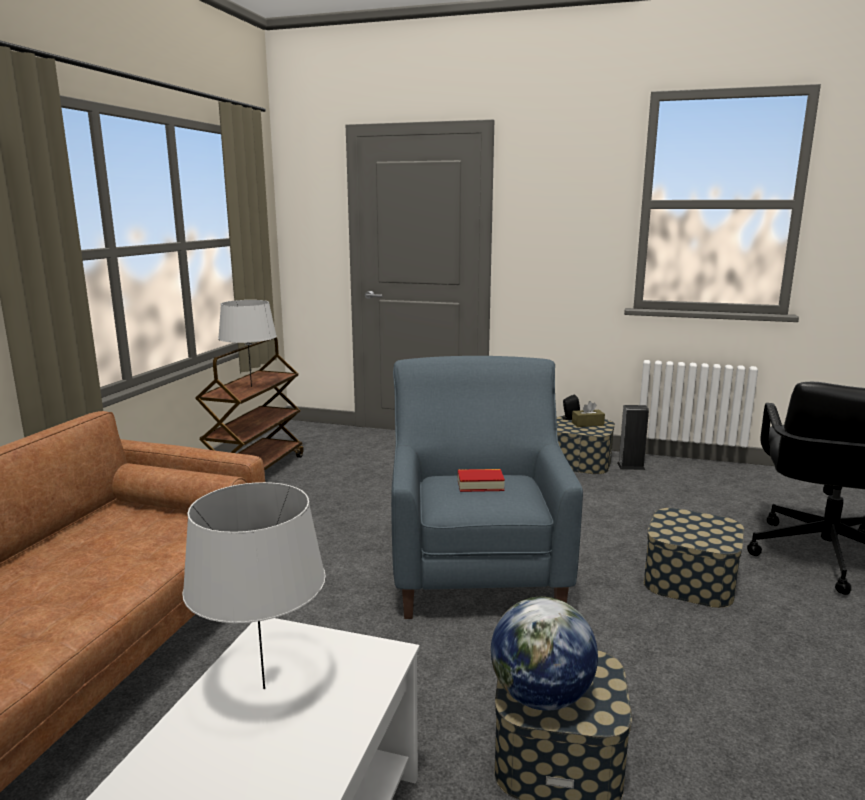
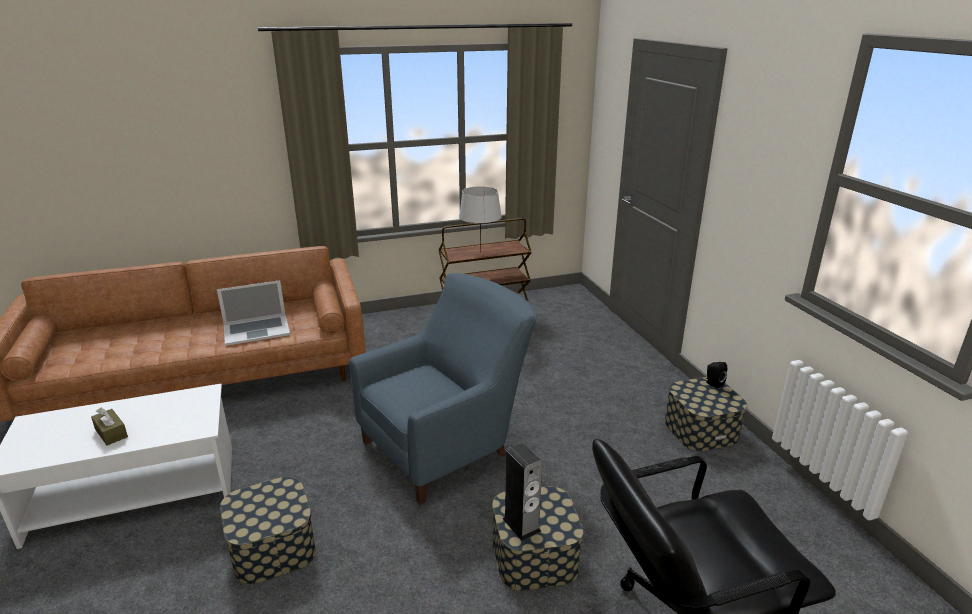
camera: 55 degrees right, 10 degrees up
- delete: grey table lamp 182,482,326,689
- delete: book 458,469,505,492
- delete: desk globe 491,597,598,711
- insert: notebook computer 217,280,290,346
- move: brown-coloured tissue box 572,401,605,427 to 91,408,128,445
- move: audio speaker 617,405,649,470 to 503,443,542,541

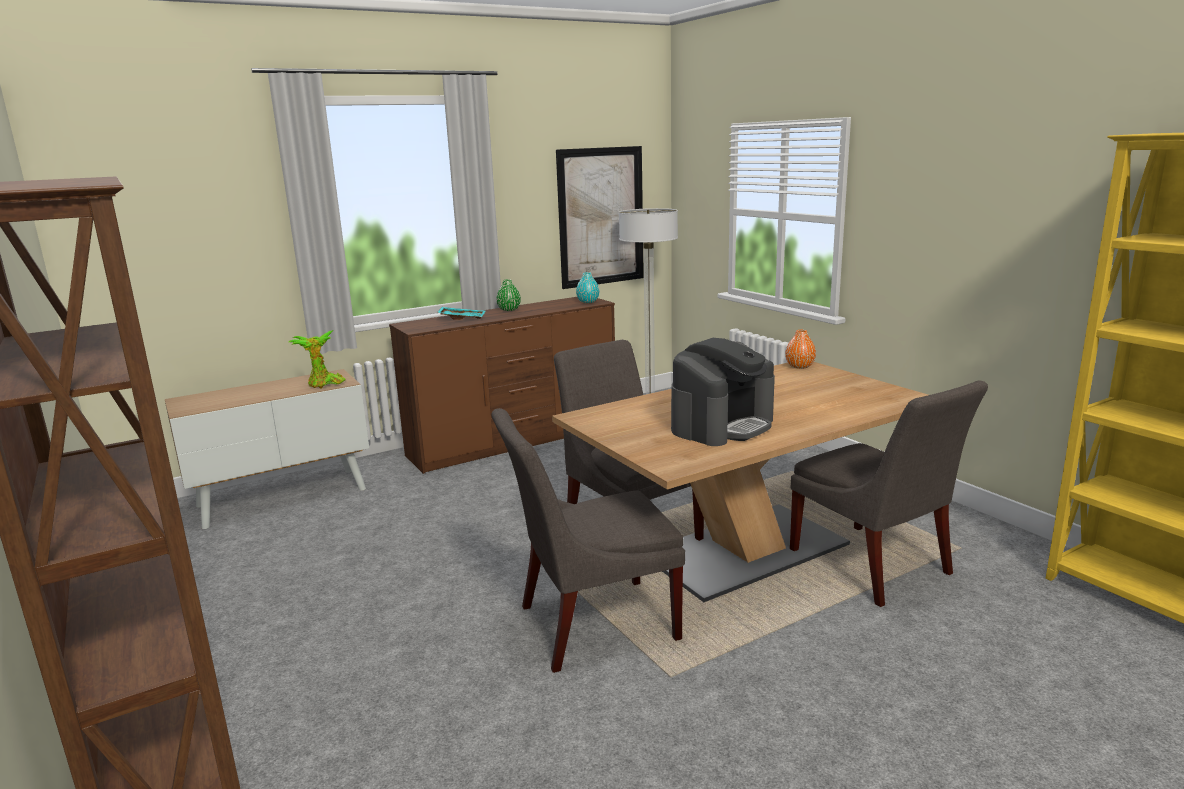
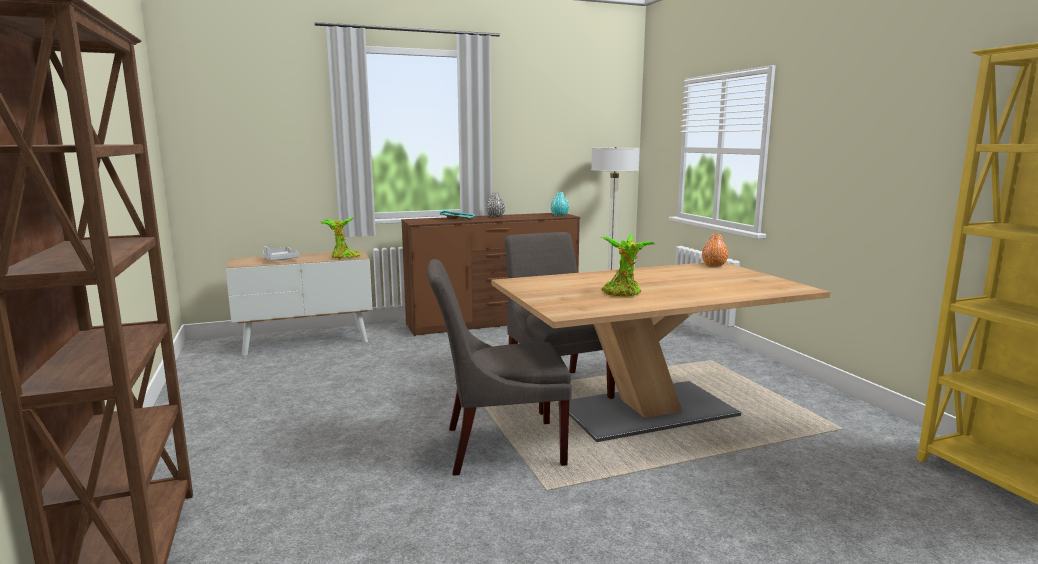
camera: 10 degrees right, 5 degrees down
- delete: wall art 556,146,644,289
- delete: grey upright chair 790,381,988,607
- insert: grey carrying tray 263,246,299,261
- replace: coffee brewer 671,338,775,446 to houseplant 600,234,655,296
- recolor: green-coloured flower vase 497,279,521,311 to grey flower vase 486,193,505,217

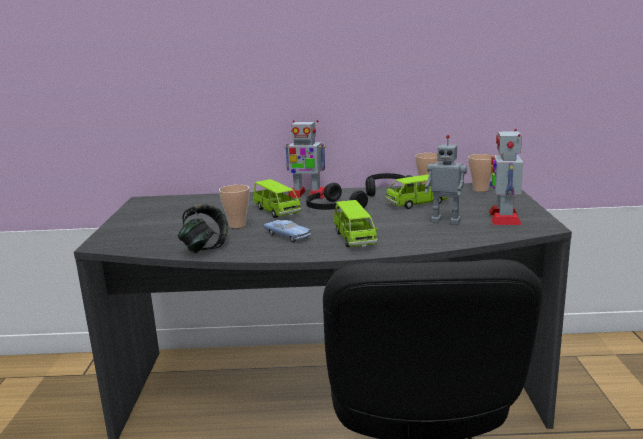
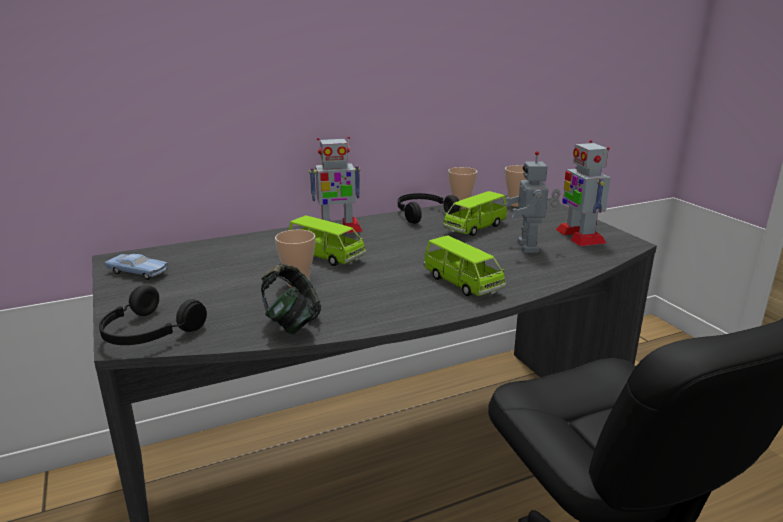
camera: 25 degrees left, 5 degrees up
- move: blue-coloured toy car 264,220,311,242 to 105,254,168,280
- move: blackish pair of headphones 306,183,368,210 to 99,285,207,345
- rotate: toy robot 425,135,467,225 = 505,151,561,253 90 degrees clockwise

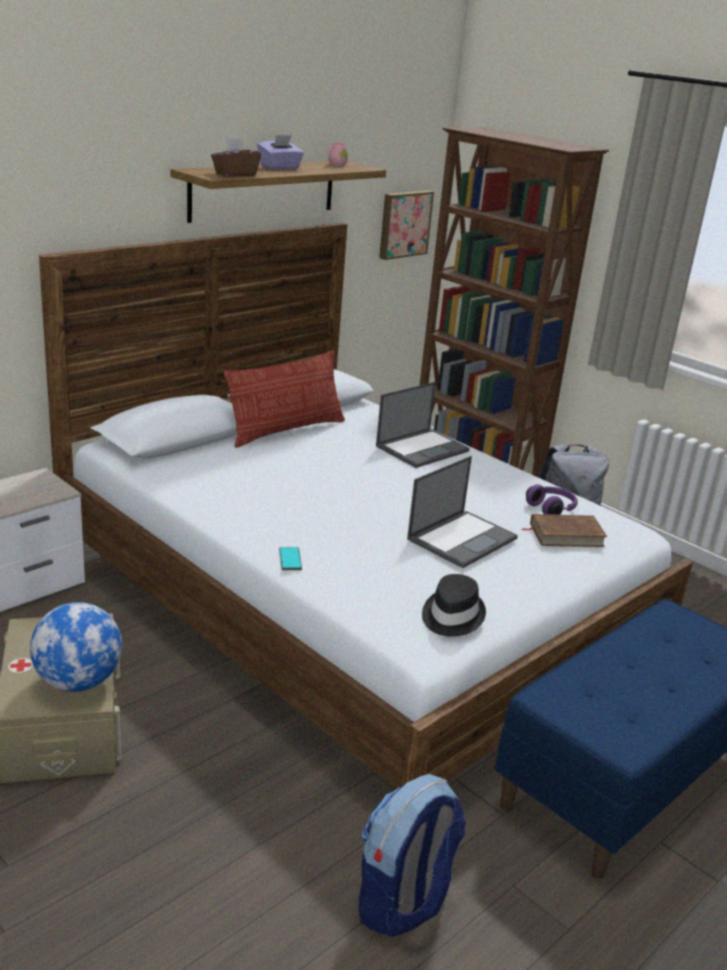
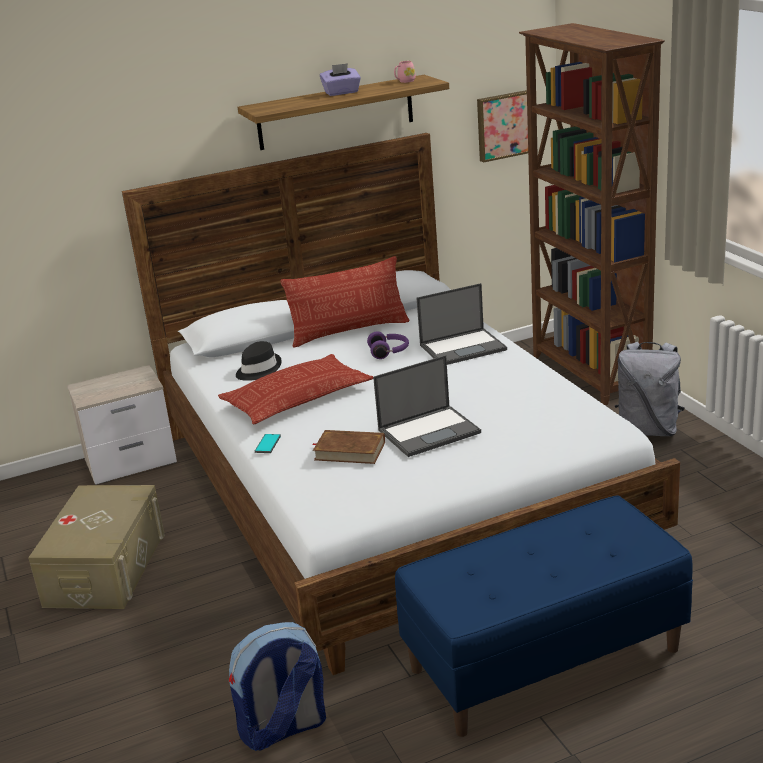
camera: 25 degrees right, 0 degrees up
- delete: desk globe 30,602,122,692
- delete: brown-coloured tissue box 211,138,261,177
- insert: cushion 218,354,373,424
- move: blackish clothing hat 422,574,486,637 to 236,341,282,381
- move: brown-coloured book 521,514,607,547 to 312,430,385,464
- move: purple-coloured pair of headphones 526,484,578,515 to 367,331,409,359

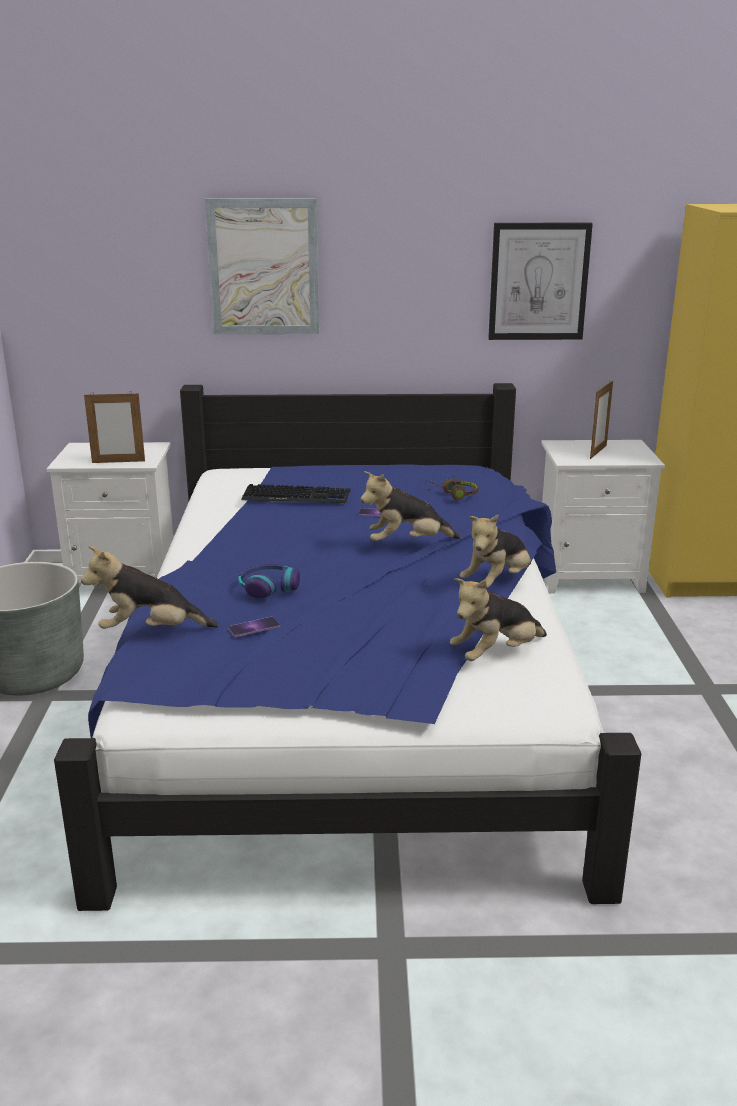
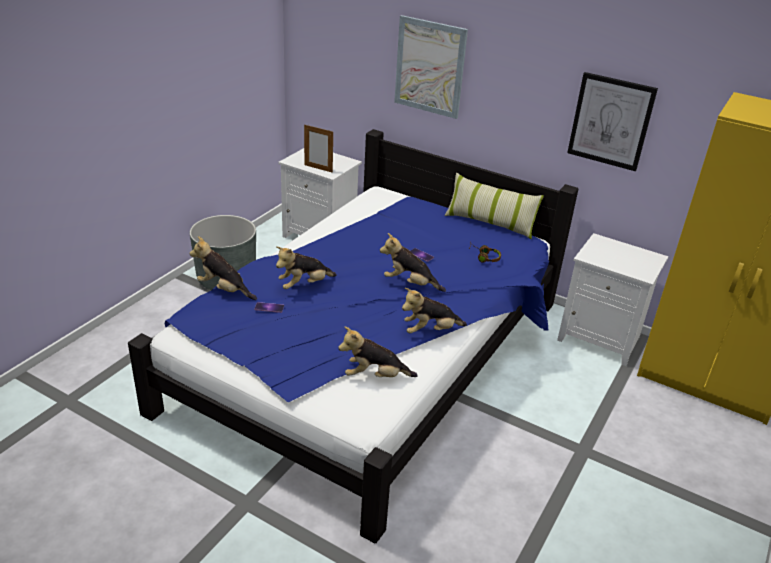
camera: 30 degrees right, 10 degrees up
- delete: computer keyboard 241,484,350,503
- delete: standing frame 590,380,613,459
- insert: cushion 444,173,544,239
- replace: pair of headphones 238,564,300,598 to cuddly toy 276,246,337,289

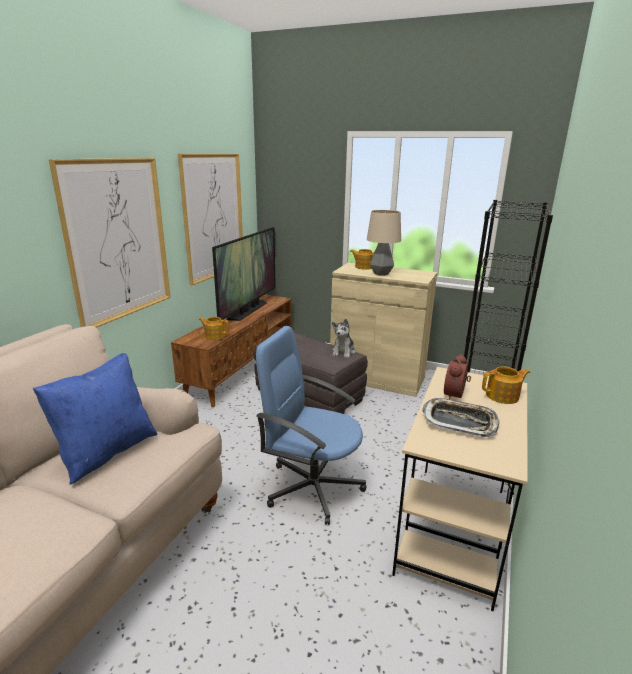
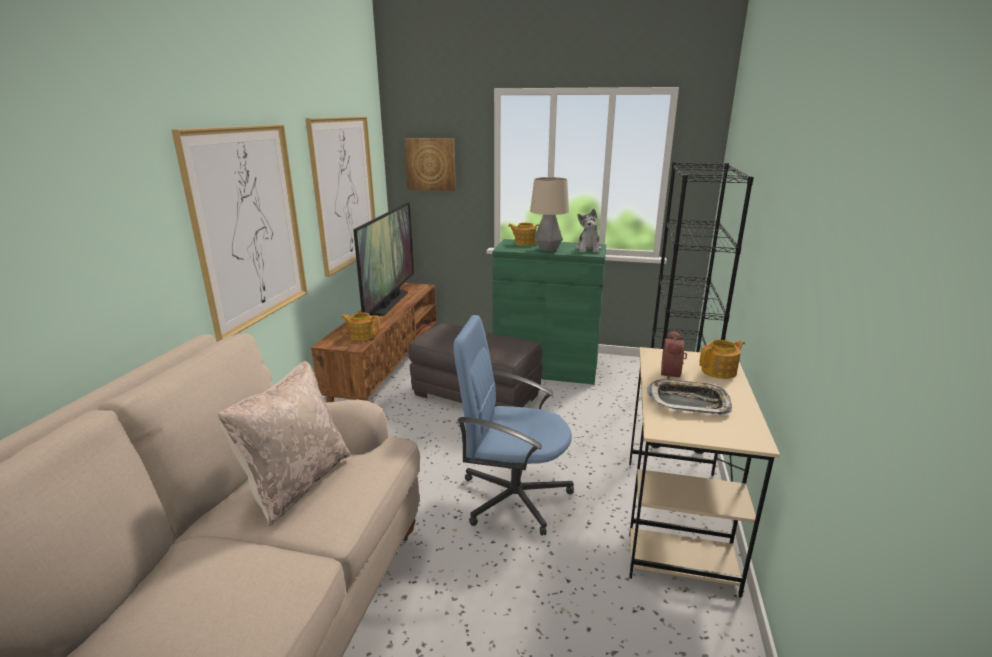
camera: 10 degrees left, 0 degrees up
- insert: wall art 404,138,456,191
- move: cuddly toy 332,319,355,358 to 576,209,602,253
- recolor: blue-coloured cushion 33,352,157,485 to beige-coloured cushion 217,361,351,526
- recolor: beige-coloured cabinet 330,263,437,397 to green-coloured cabinet 492,239,606,385

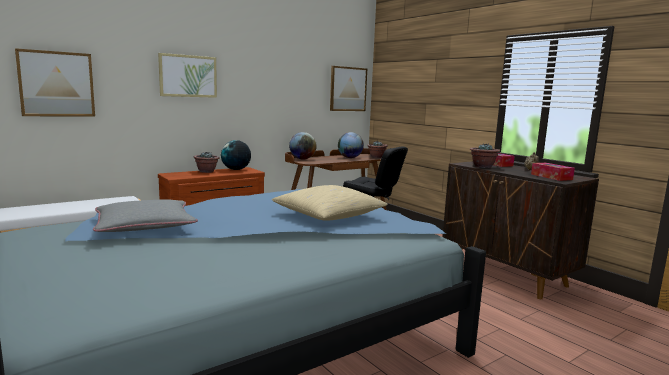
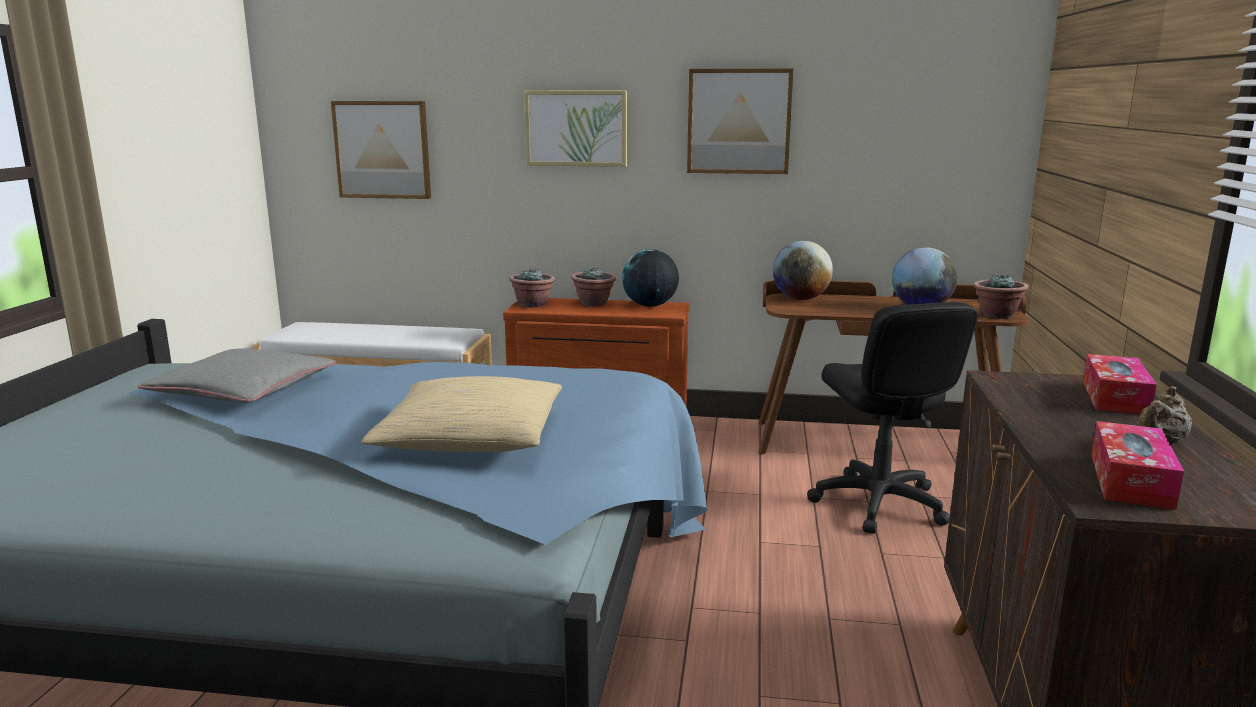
camera: 45 degrees right, 5 degrees up
- move: wall art 330,66,367,111 to 687,68,793,174
- move: houseplant 470,143,500,168 to 509,268,555,308

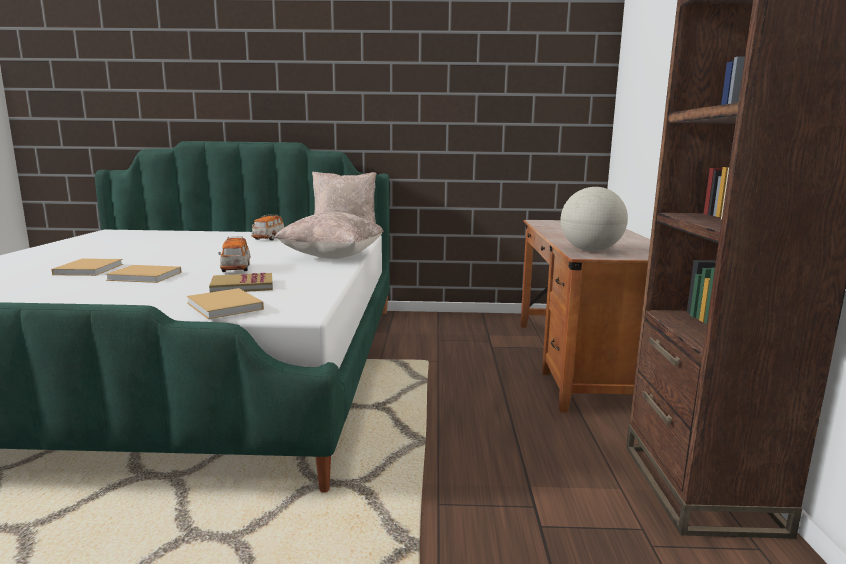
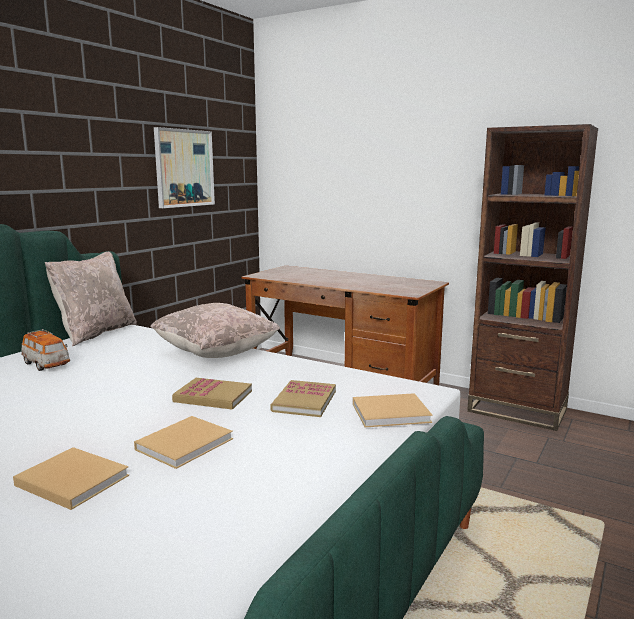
camera: 60 degrees left, 0 degrees up
- delete: desk globe 561,187,628,251
- insert: wall art 154,127,215,208
- replace: toy car 218,236,251,272 to book 172,378,252,410

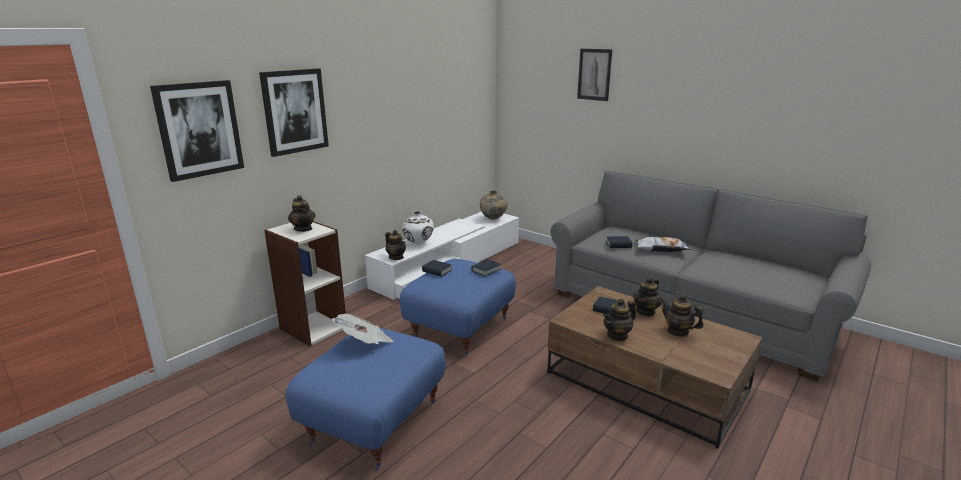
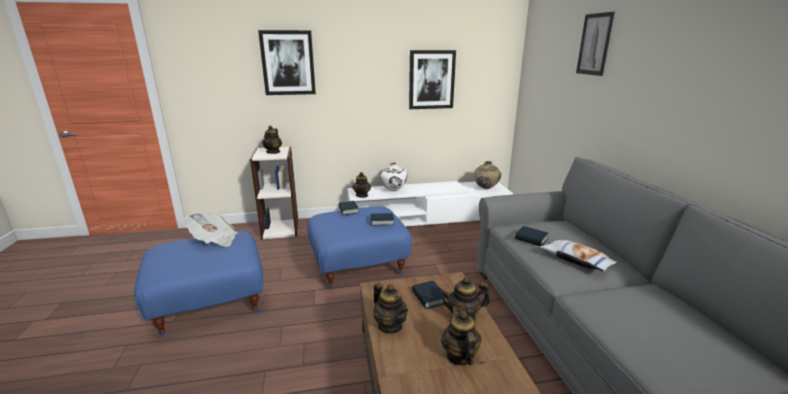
camera: 40 degrees right, 0 degrees up
- move: wall art 150,80,244,182 to 409,50,456,109
- rotate: tea pot 603,299,636,341 = 373,283,408,333 135 degrees counterclockwise

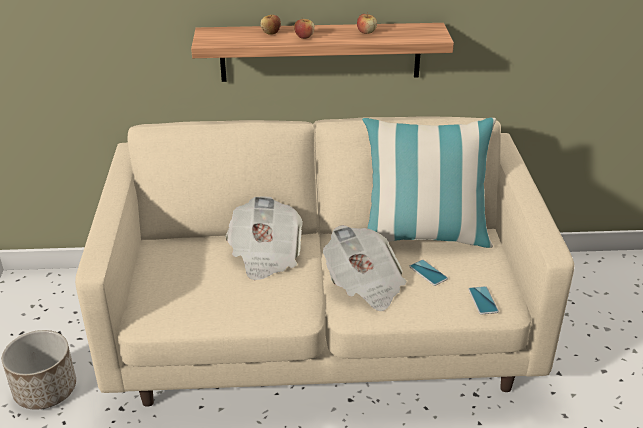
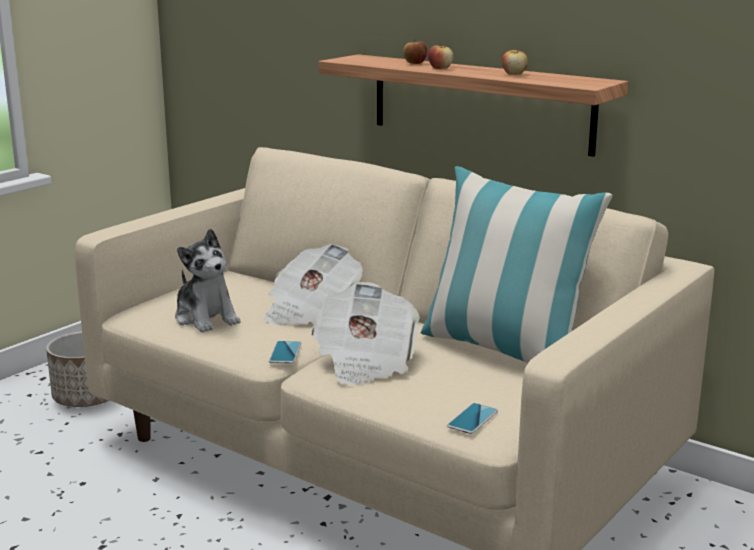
camera: 40 degrees right, 15 degrees down
- insert: cuddly toy 175,228,241,333
- move: handset 409,260,448,286 to 269,341,301,364

